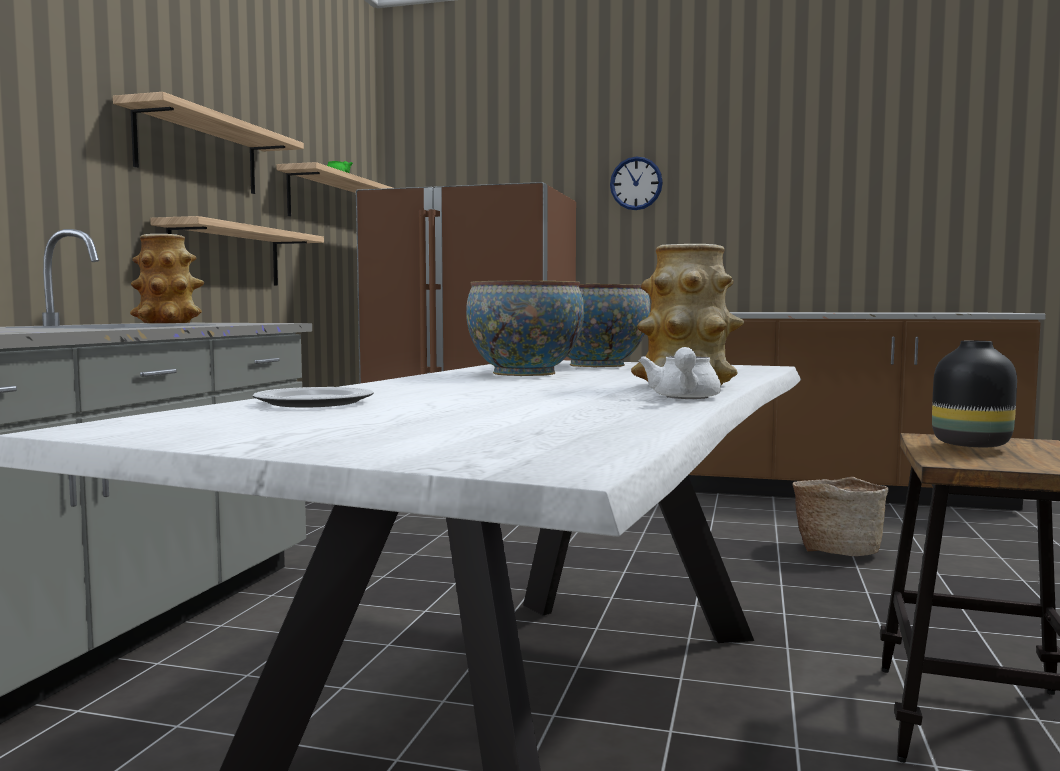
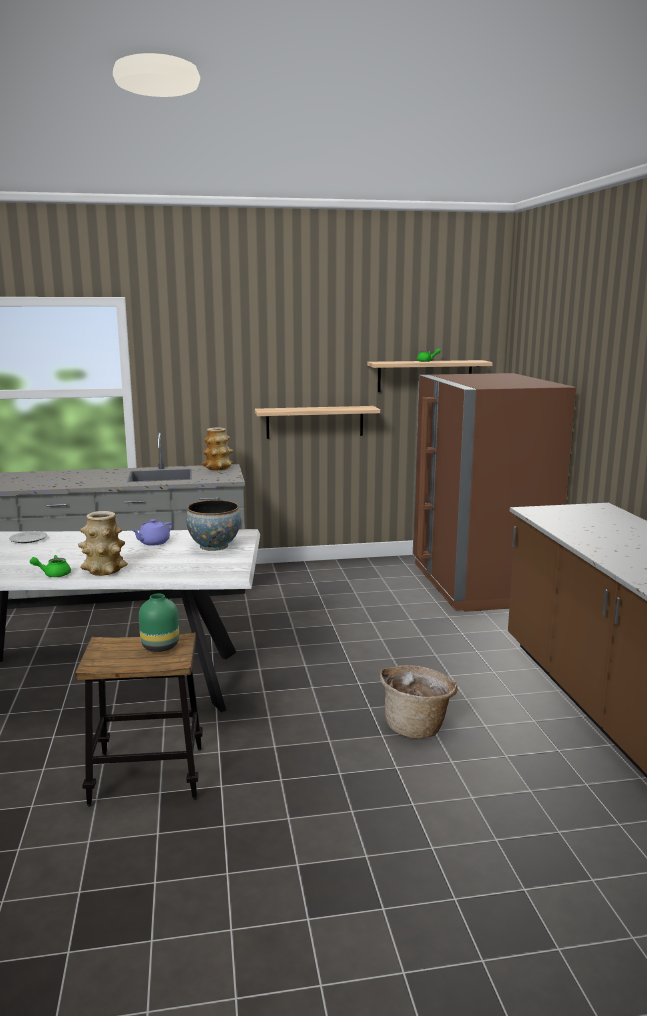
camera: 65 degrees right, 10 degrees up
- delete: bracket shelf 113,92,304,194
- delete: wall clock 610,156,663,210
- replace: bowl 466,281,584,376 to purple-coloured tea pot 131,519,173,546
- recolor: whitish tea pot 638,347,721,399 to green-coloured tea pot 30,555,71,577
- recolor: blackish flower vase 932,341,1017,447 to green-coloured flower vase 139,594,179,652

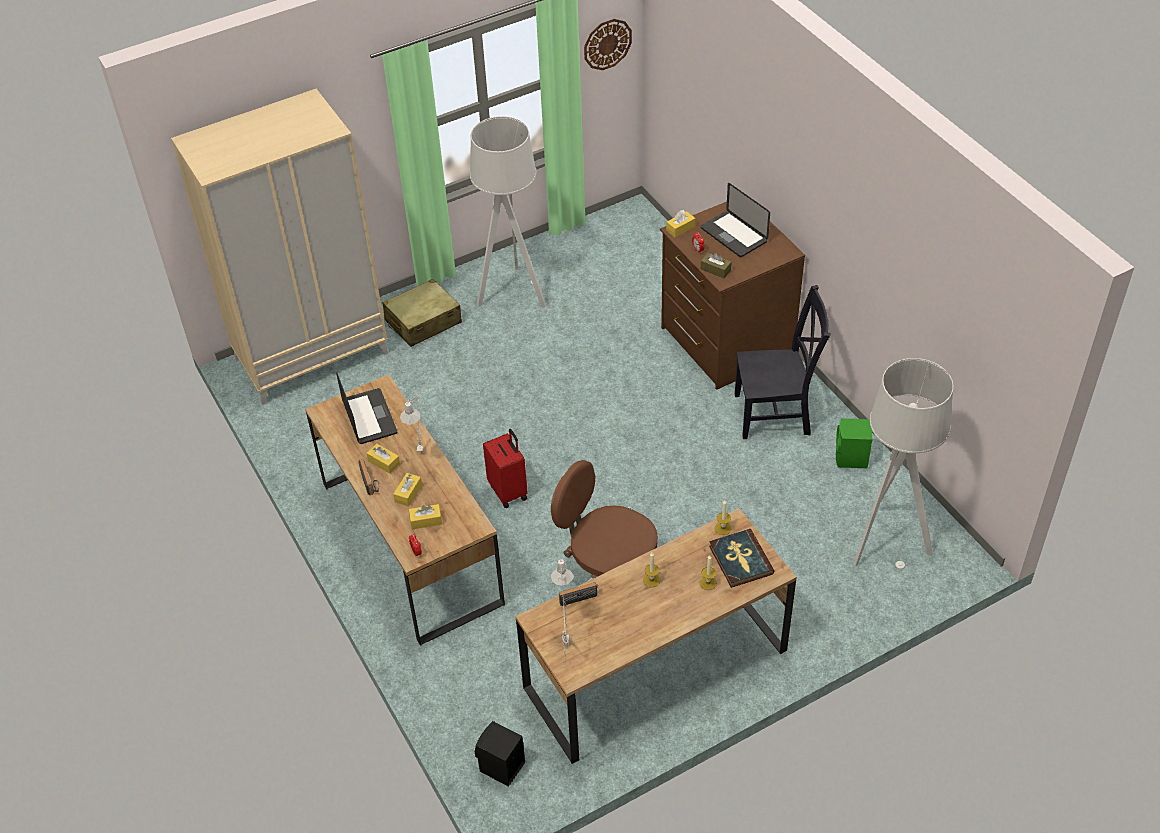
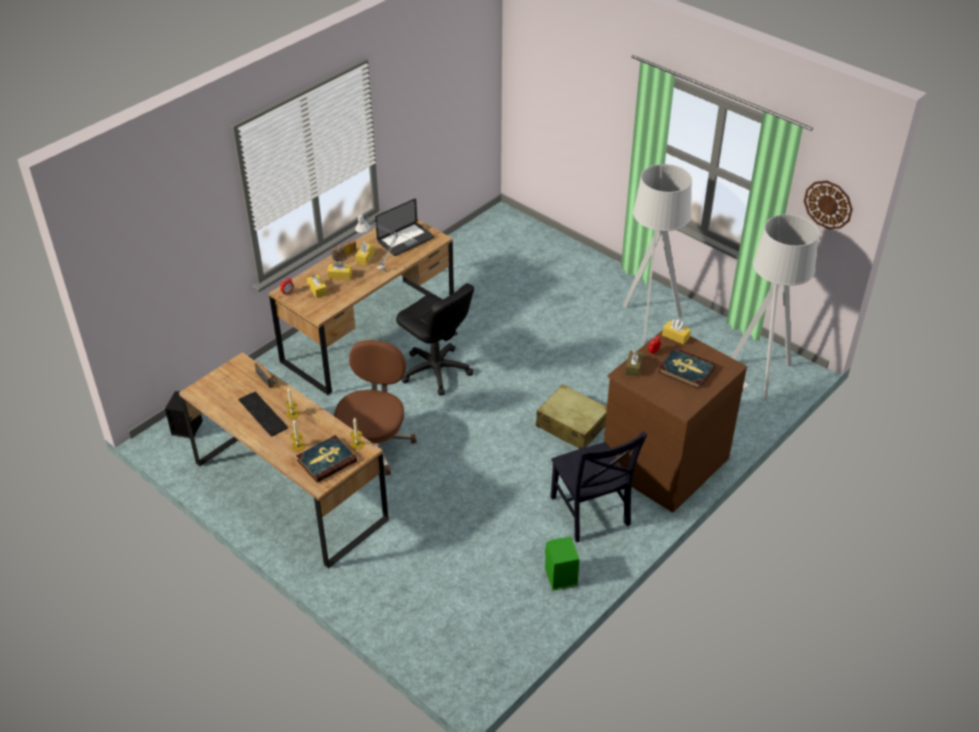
camera: 70 degrees right, 5 degrees down
- delete: beige-coloured wardrobe 171,89,388,405
- delete: grey table lamp 551,559,573,662
- insert: computer keyboard 238,392,288,437
- move: beige-coloured travel case 382,279,462,347 to 536,384,607,449
- move: grey floor lamp 853,358,954,569 to 731,214,819,400
- replace: reddish travel case 483,429,528,508 to blackish computer chair 396,283,474,396
- replace: notebook computer 701,183,770,257 to book 659,347,716,389

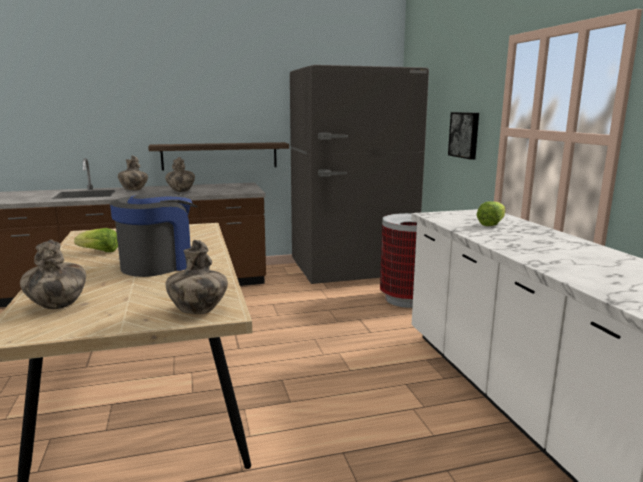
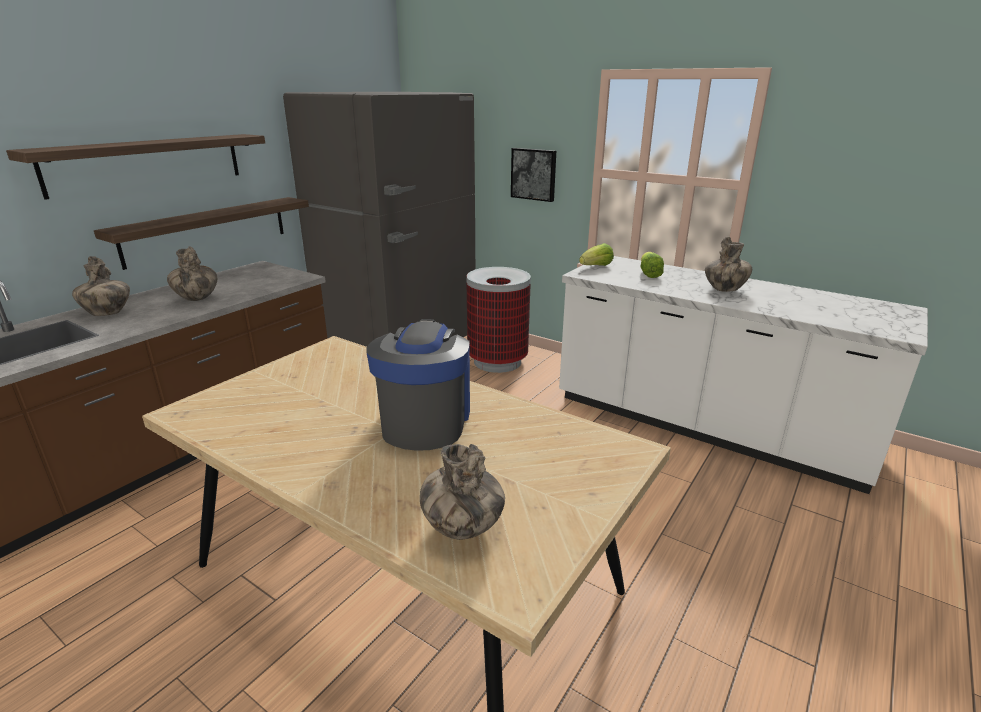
camera: 40 degrees left, 10 degrees up
- insert: bracket shelf 6,134,265,200
- move: lettuce head 74,228,118,252 to 579,243,614,266
- move: flower vase 165,240,228,314 to 705,237,752,292

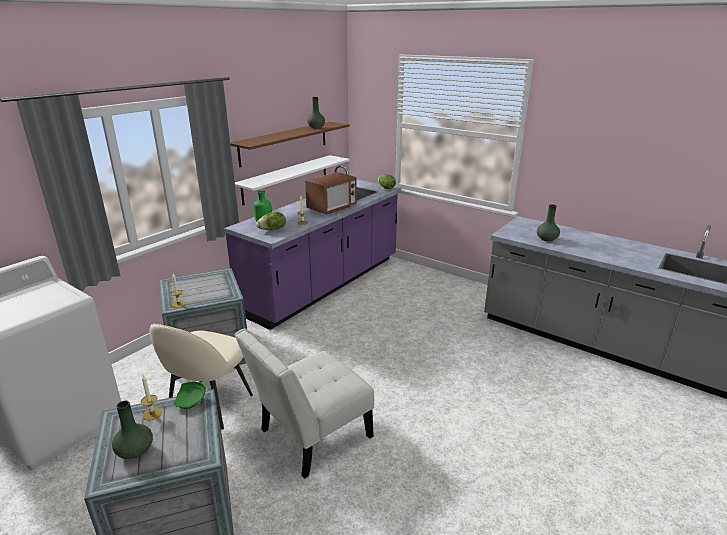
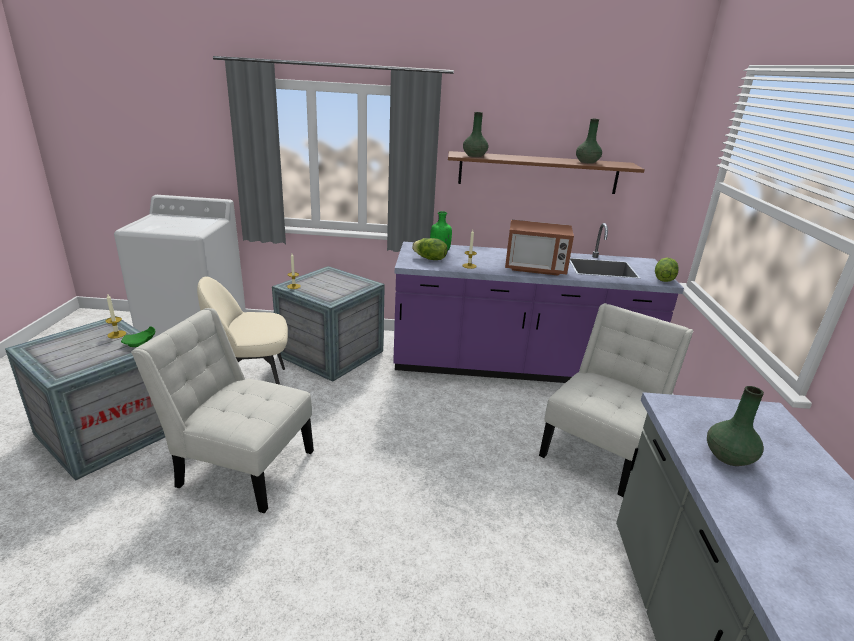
camera: 55 degrees right, 0 degrees up
- delete: whitish bracket shelf 235,155,350,205
- insert: whitish upright chair 539,303,694,497
- move: green-coloured flower vase 112,401,153,459 to 463,112,488,157

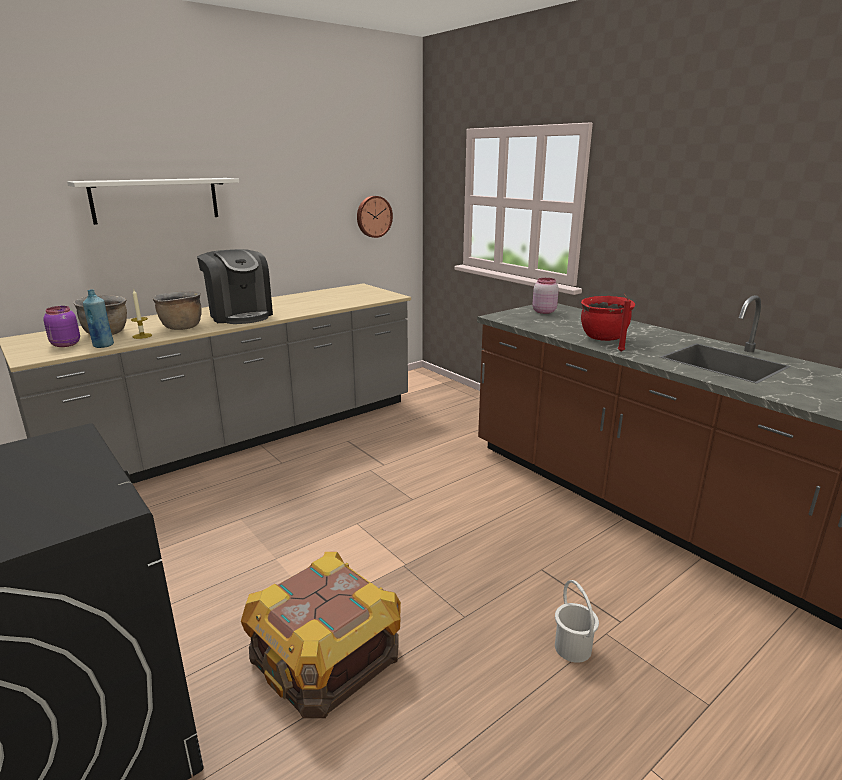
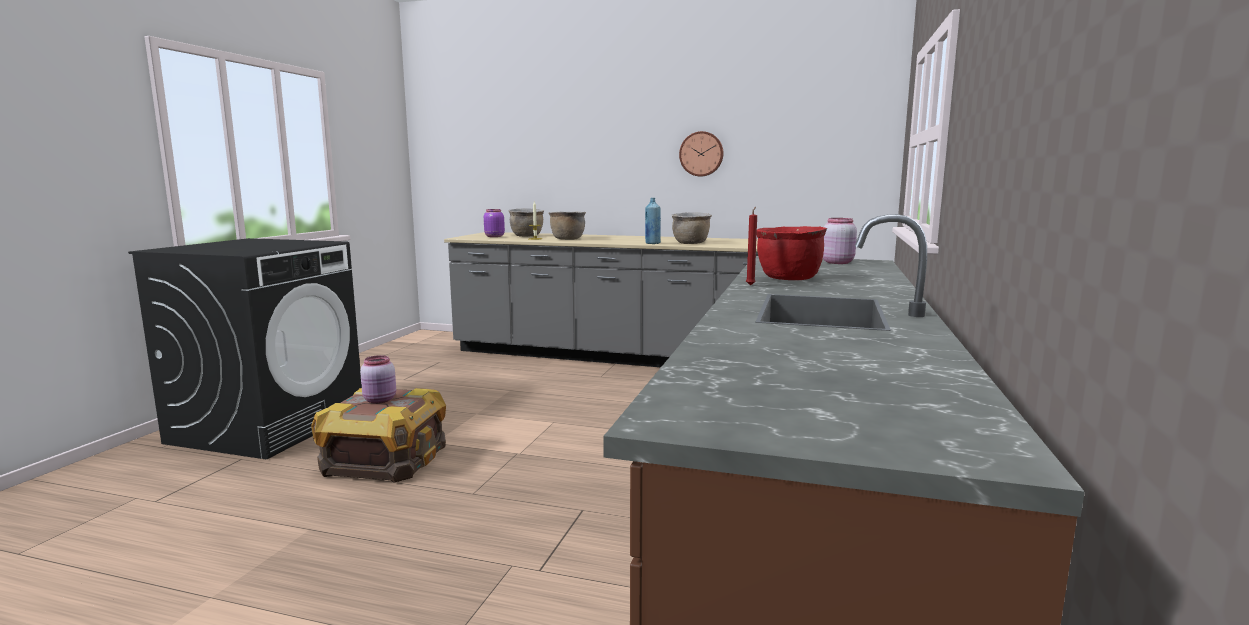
camera: 55 degrees right, 10 degrees down
- delete: whitish bracket shelf 67,178,239,225
- delete: coffee brewer 197,249,273,324
- delete: whitish pail 555,580,599,663
- insert: pink-coloured storage jar 360,355,396,404
- insert: brown-coloured stockpot 672,212,712,244
- move: blue-coloured bottle 83,289,114,348 to 645,198,661,244
- move: wall clock 357,196,393,238 to 679,131,723,176

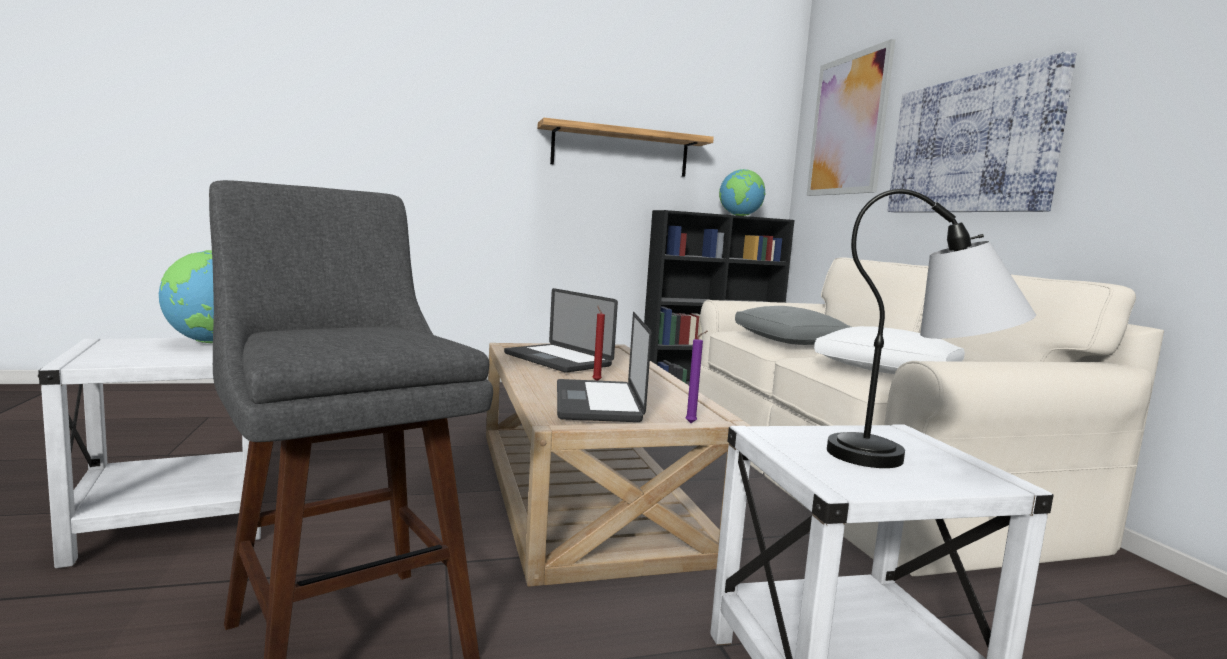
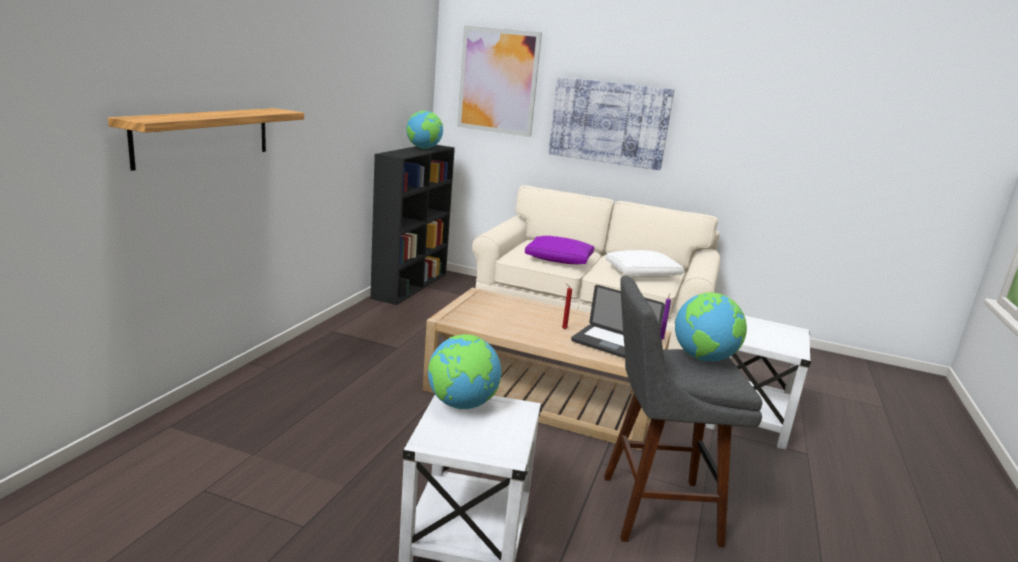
camera: 55 degrees left, 10 degrees up
- delete: notebook computer 504,288,618,373
- delete: table lamp 827,189,1036,468
- insert: desk globe 675,292,747,362
- move: bracket shelf 537,118,714,177 to 108,108,304,171
- recolor: grey cushion 735,306,851,345 to purple-coloured cushion 525,236,594,264

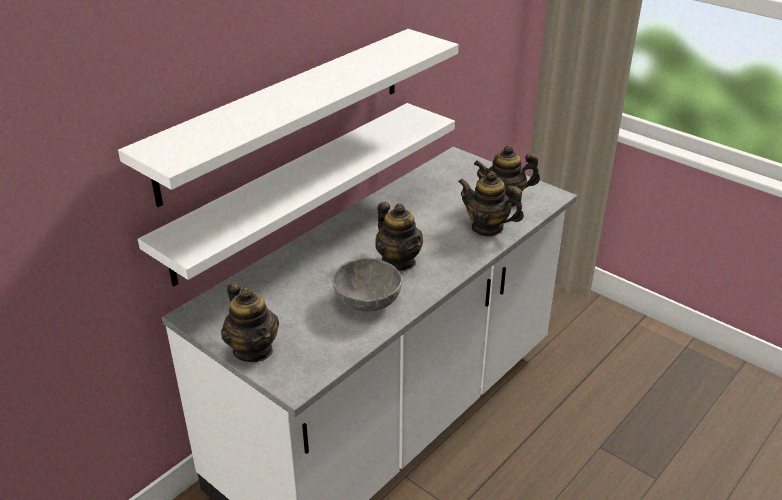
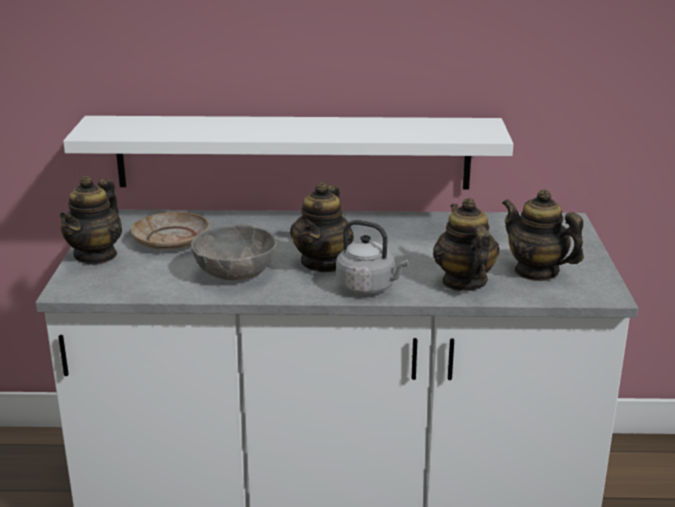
camera: 50 degrees right, 10 degrees down
- delete: whitish bracket shelf 118,29,458,207
- insert: beige-coloured flat dish 131,212,210,250
- insert: grey tea kettle 336,220,409,295

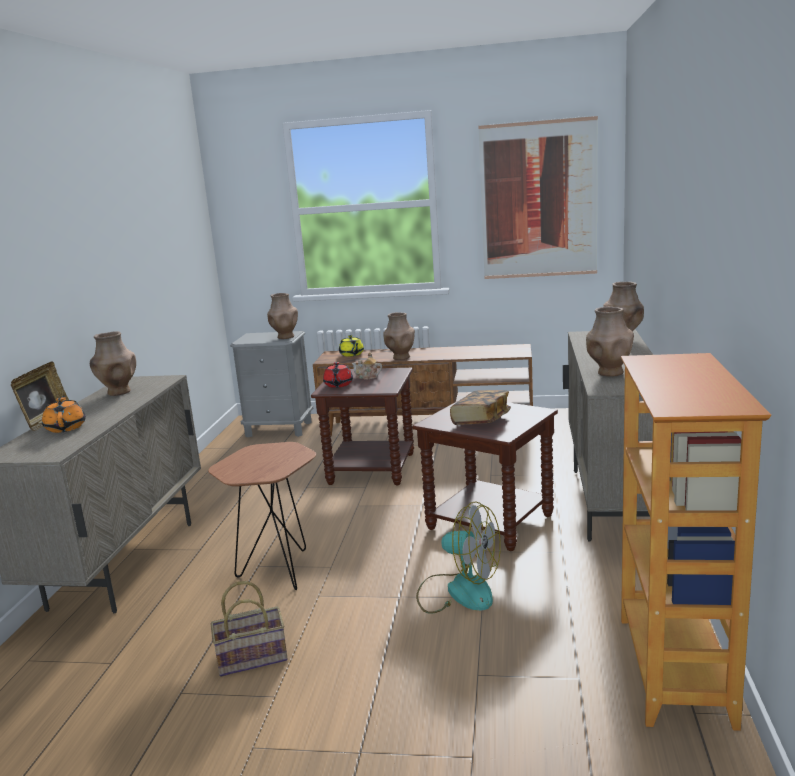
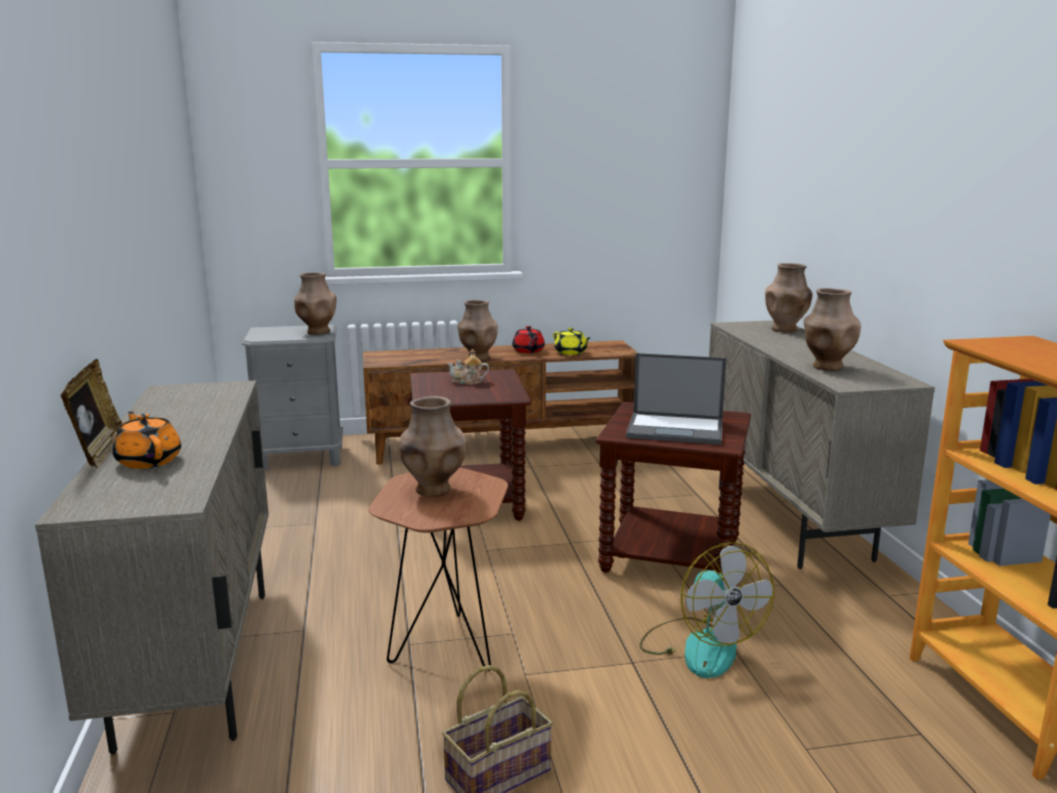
camera: 20 degrees left, 0 degrees up
- delete: wall art 478,116,598,279
- move: brown-coloured flower vase 90,331,136,396 to 399,396,466,497
- move: reddish tea pot 323,362,353,388 to 512,326,545,353
- move: yellowish tea pot 339,335,364,357 to 553,327,591,355
- replace: book 450,390,511,425 to notebook computer 626,353,726,445
- rotate: cooling fan 416,501,501,614 = 639,542,774,678 60 degrees clockwise

